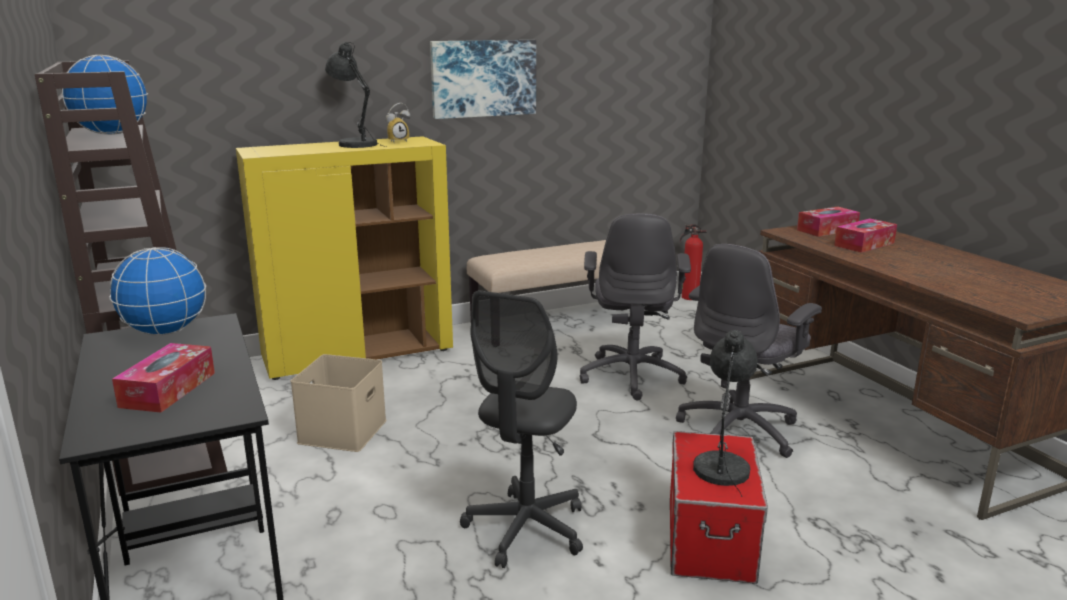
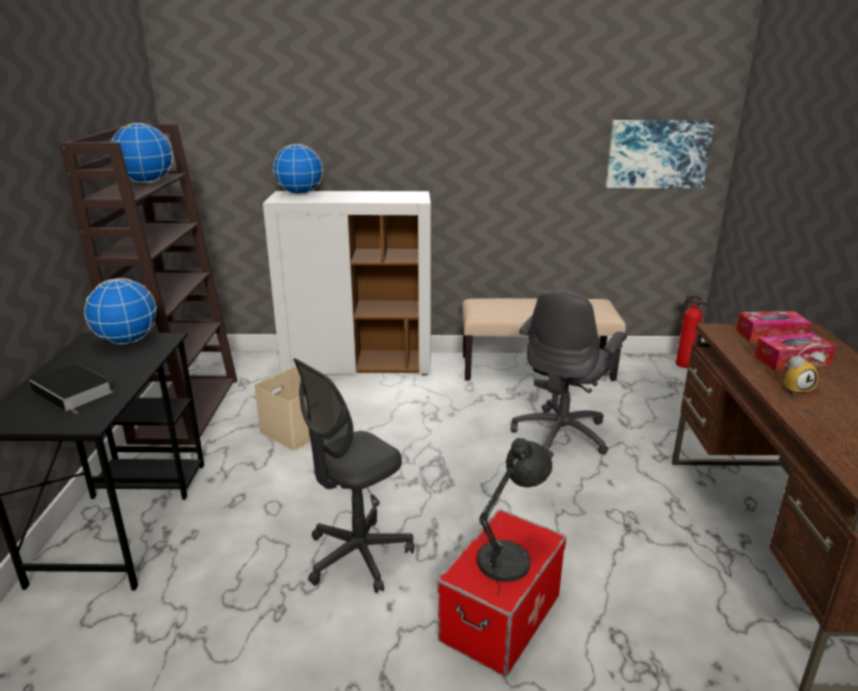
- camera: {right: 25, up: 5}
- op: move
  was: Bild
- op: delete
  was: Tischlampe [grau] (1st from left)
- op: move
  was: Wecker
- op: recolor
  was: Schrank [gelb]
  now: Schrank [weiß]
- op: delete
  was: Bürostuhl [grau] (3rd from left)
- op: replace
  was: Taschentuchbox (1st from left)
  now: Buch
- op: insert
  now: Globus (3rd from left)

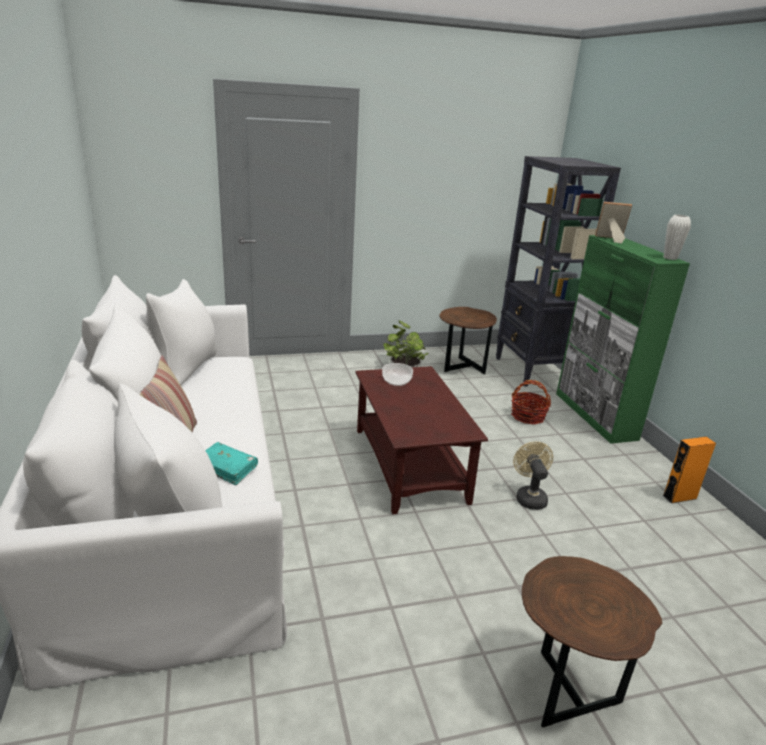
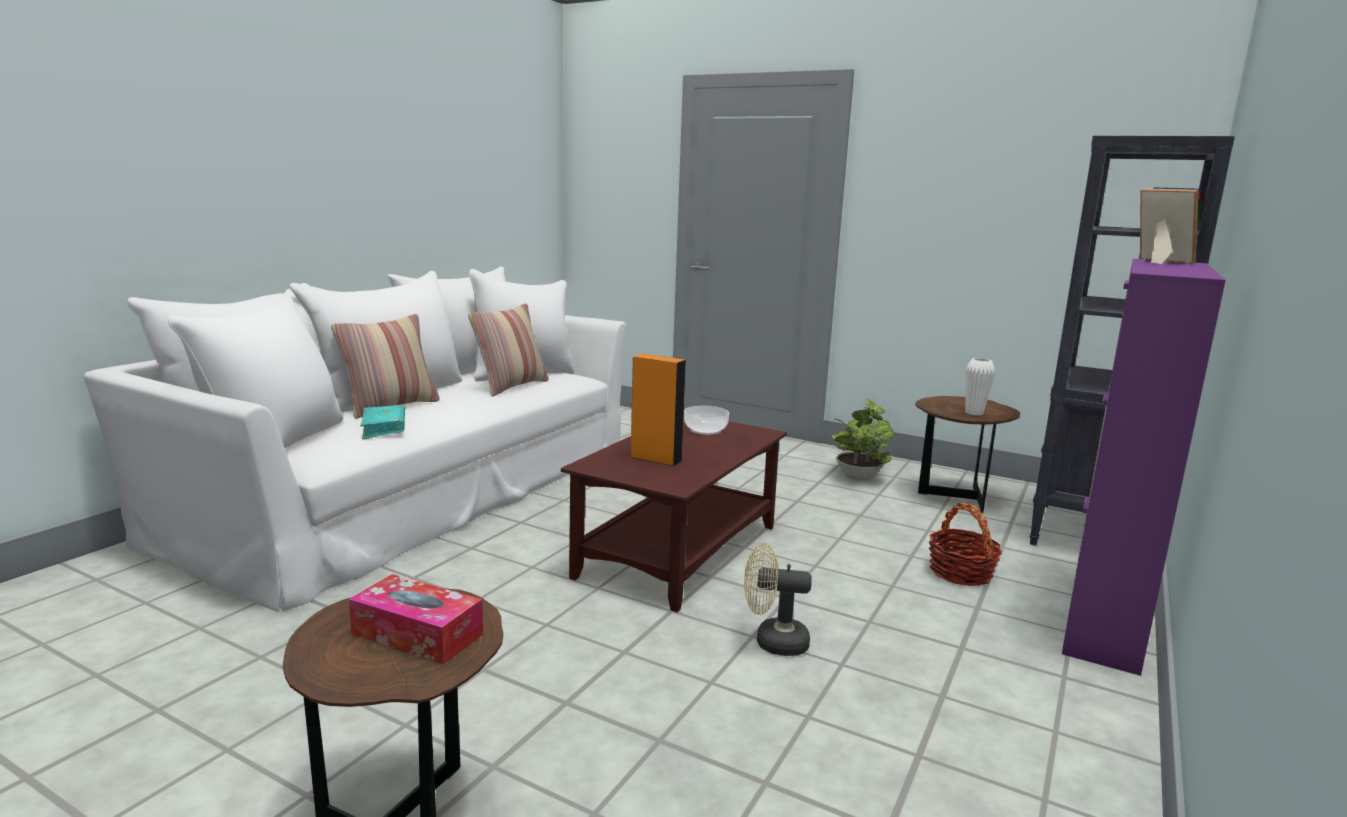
- camera: {right: 45, up: -10}
- op: move
  was: Vase [weiß]
- op: recolor
  was: Schrank [grün]
  now: Schrank [lila]
- op: move
  was: Lautsprecher [orange]
- op: rotate
  was: Ventilator [beige]
  clockwise: -120
- op: insert
  now: Kissen (2nd from left)
- op: insert
  now: Taschentuchbox

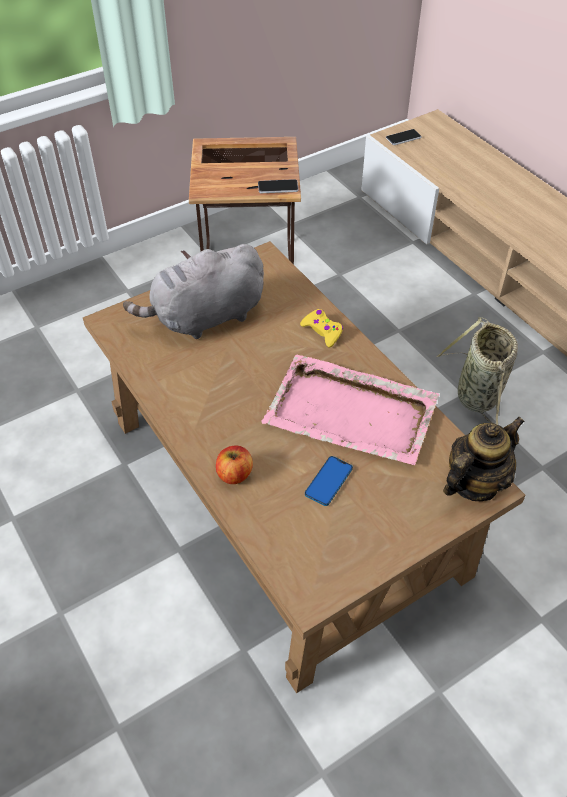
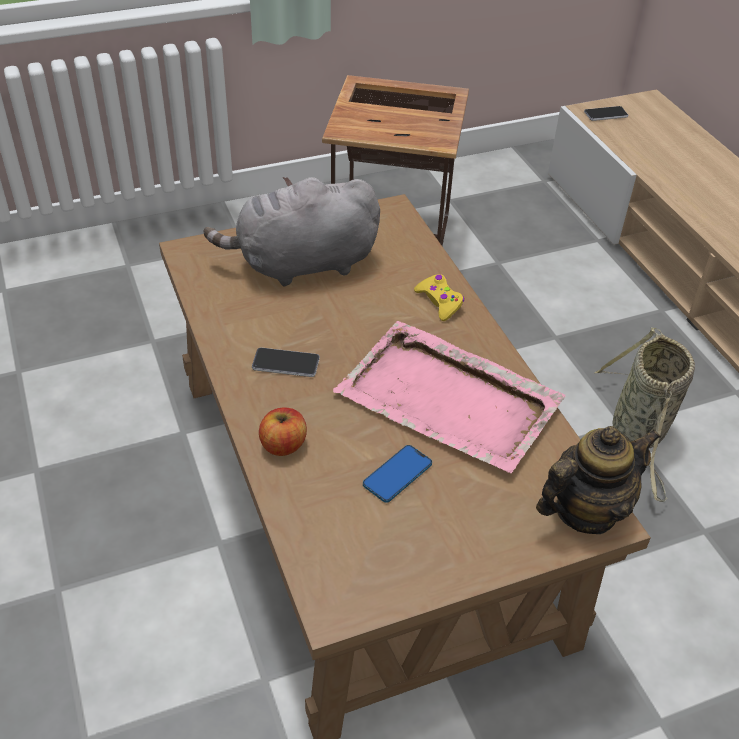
- camera: {right: 10, up: -5}
- op: move
  was: Handy (1st from left)

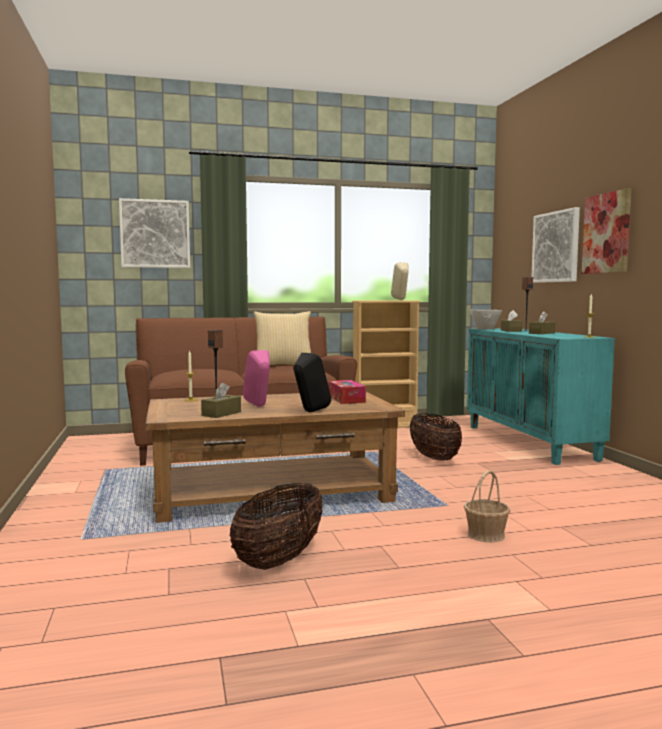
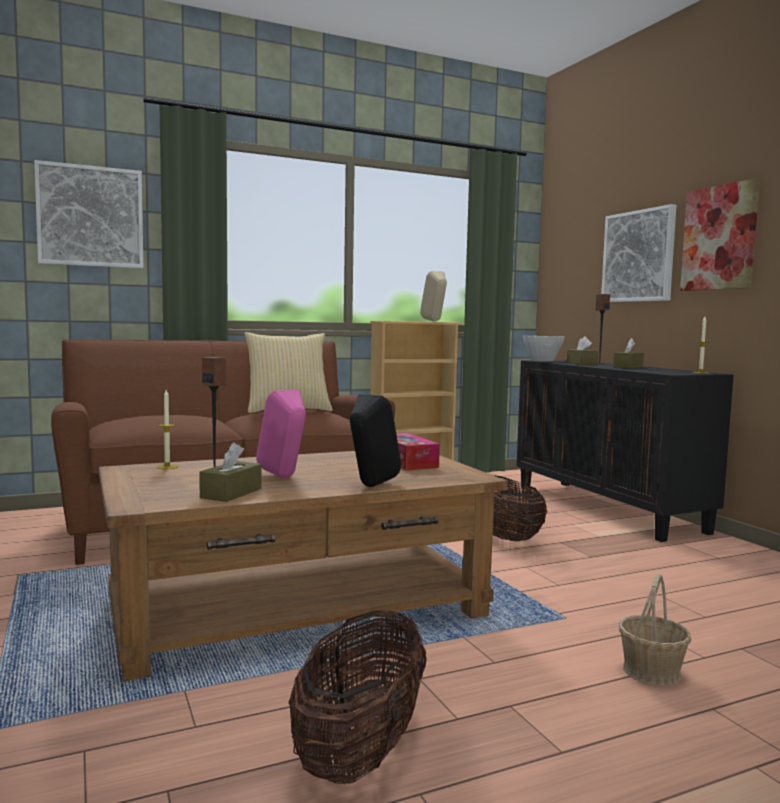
- camera: {right: -10, up: 0}
- op: recolor
  was: Schrank [türkis]
  now: Schrank [schwarz]

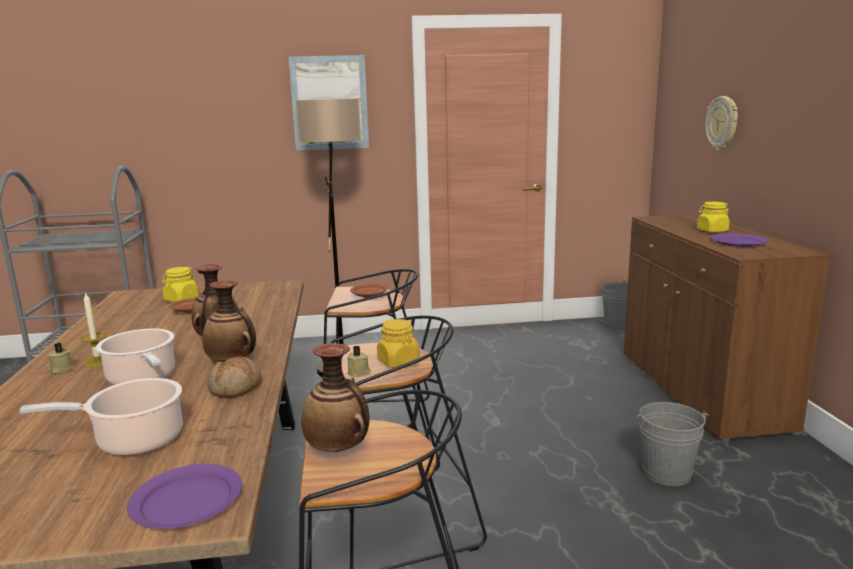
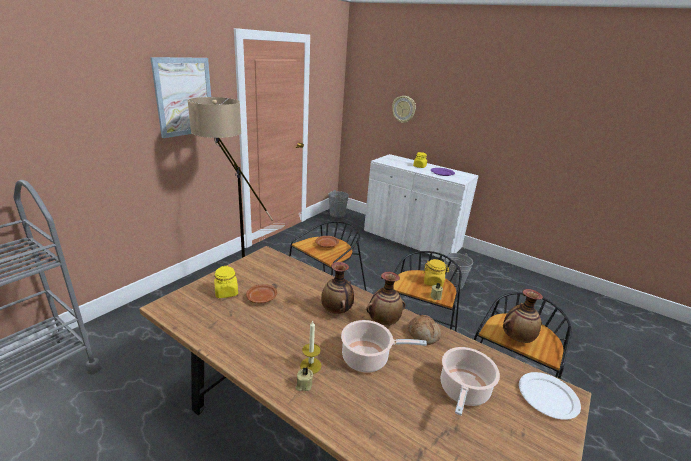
- camera: {right: -50, up: 10}
- op: recolor
  was: Schrank [braun]
  now: Schrank [weiß]
- op: recolor
  was: Teller [lila] (1st from left)
  now: Teller [weiß]

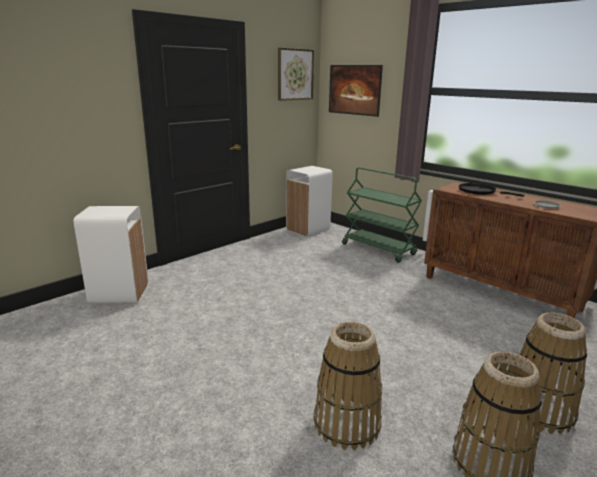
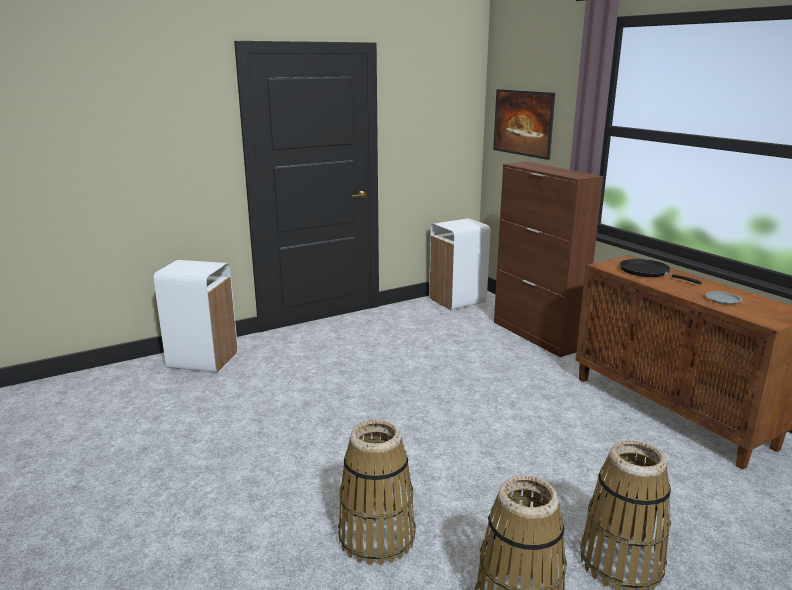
- camera: {right: 15, up: 0}
- op: delete
  was: Bild (1st from left)
- op: replace
  was: Rollwagen [grün]
  now: Schrank [braun] (1st from left)

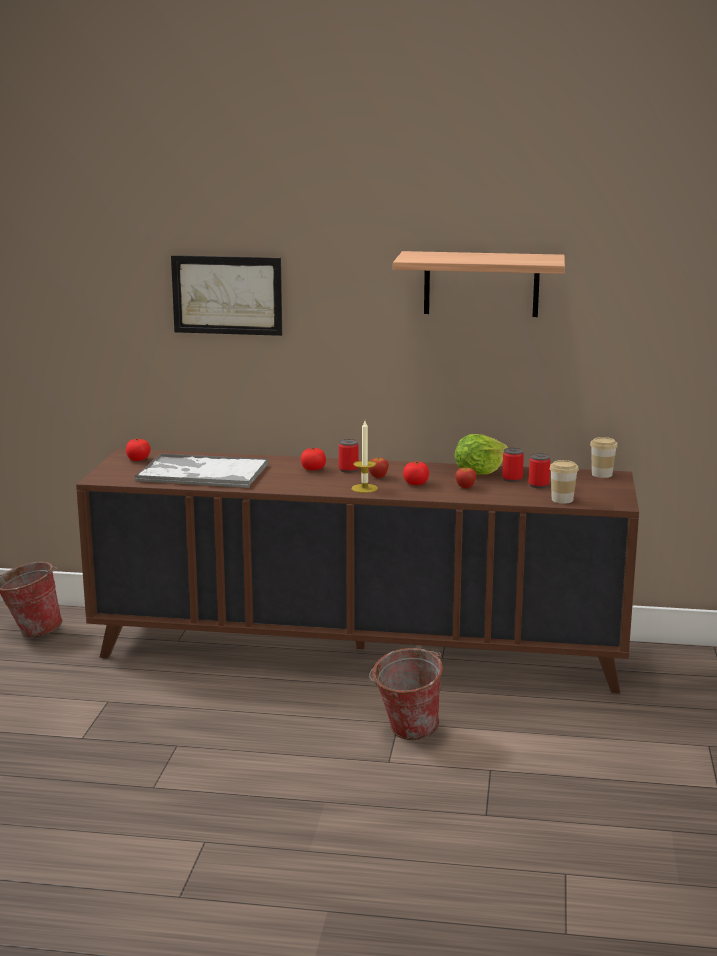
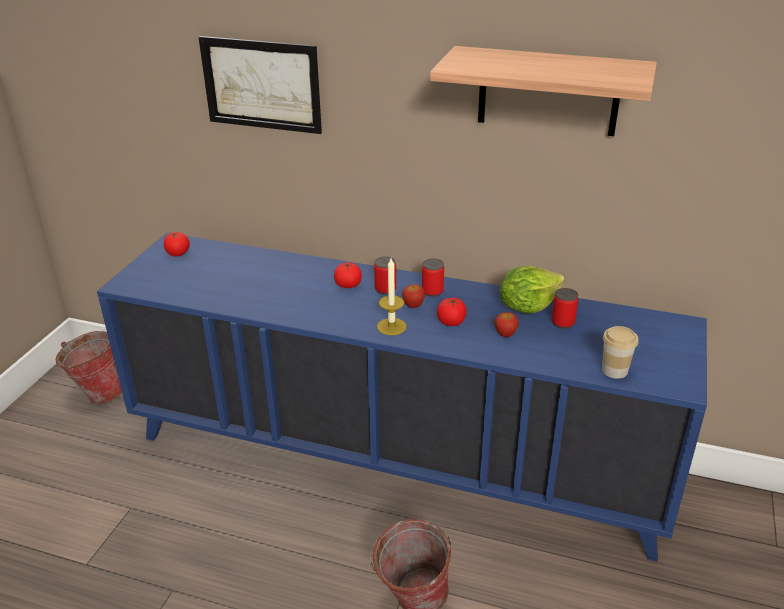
- camera: {right: 10, up: 15}
- op: delete
  was: Tasse (2nd from left)
- op: recolor
  was: Schrank [braun]
  now: Schrank [blau]
- op: delete
  was: Tablett
- op: move
  was: Dose (3rd from left in the first image)
  now: Dose (2nd from left)

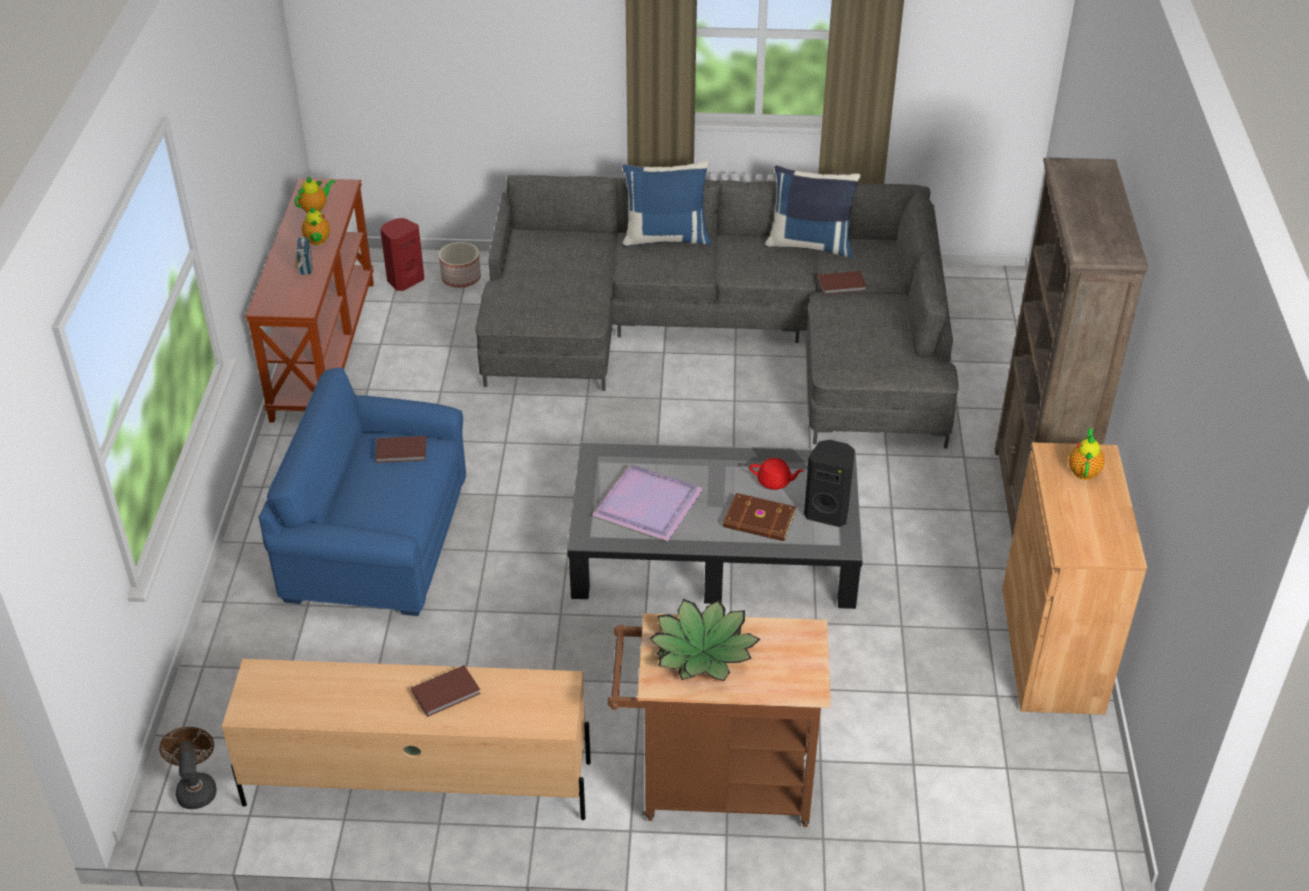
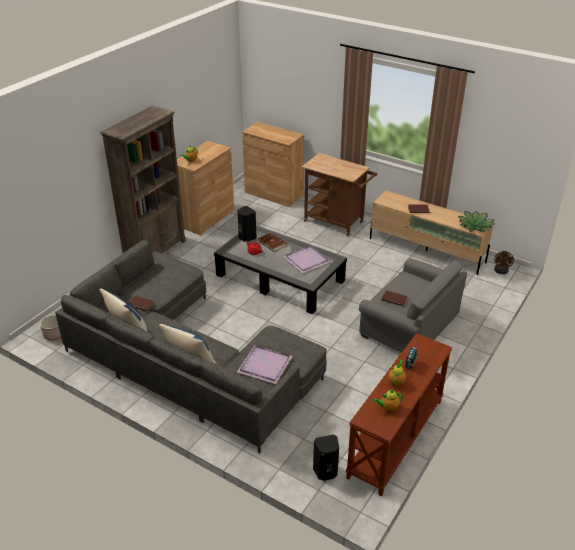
- camera: {right: -150, up: -5}
- op: recolor
  was: Lautsprecher [rot]
  now: Lautsprecher [schwarz] (2nd from left)
- op: move
  was: Pflanzkübel
- op: recolor
  was: Sessel [blau]
  now: Sessel [grau]
- op: move
  was: Topfpflanze
- op: insert
  now: Schrank [braun] (2nd from left)
- op: insert
  now: Tablett [lila] (1st from left)

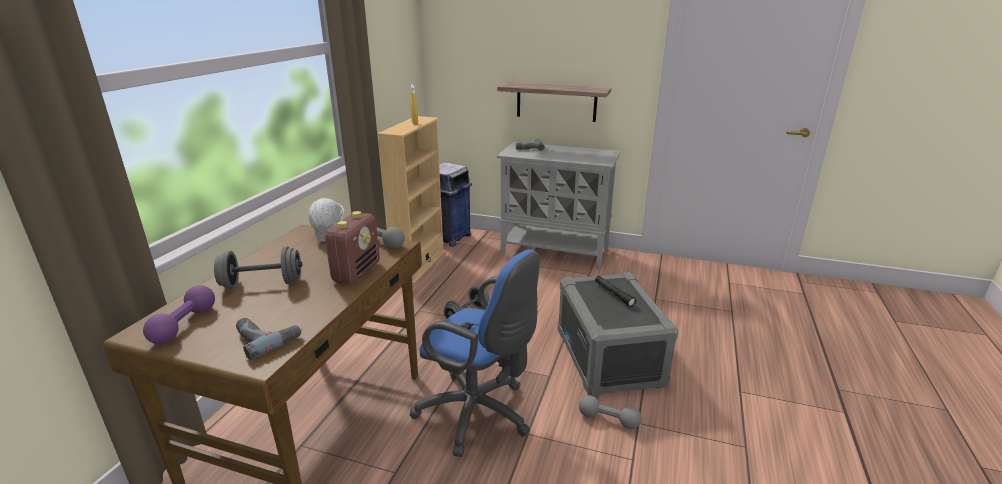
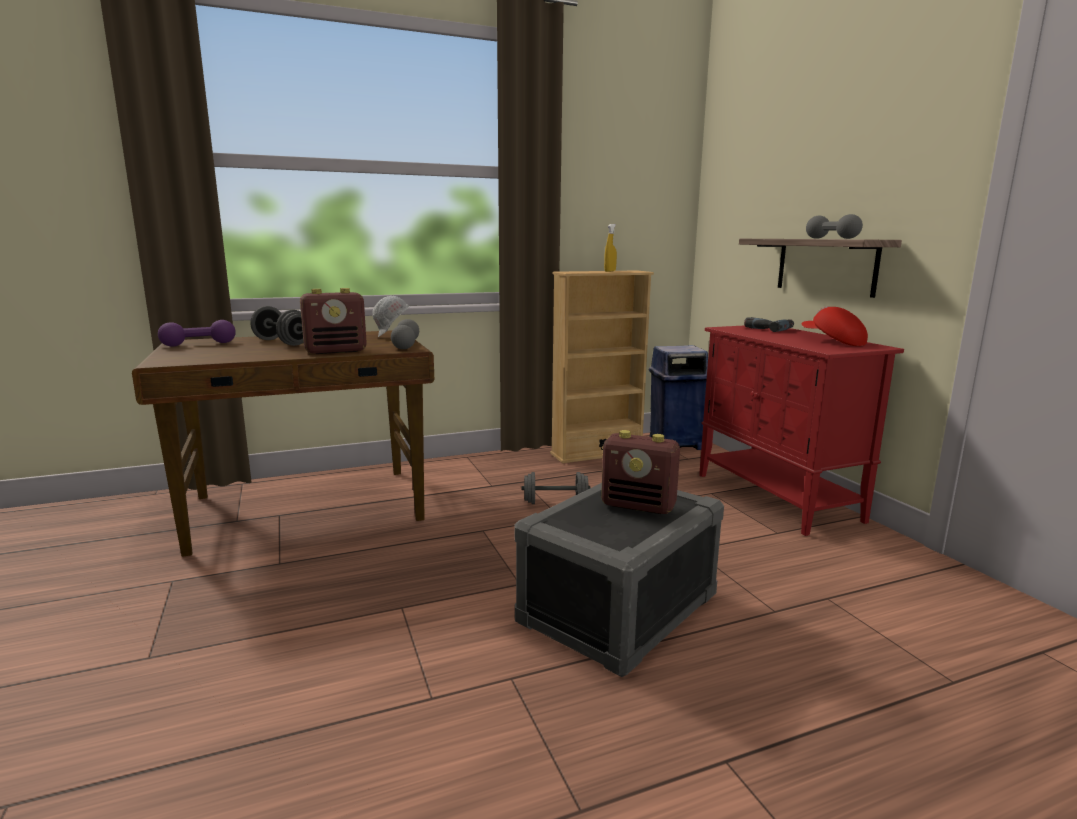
- camera: {right: 50, up: -10}
- op: recolor
  was: Schrank [grau]
  now: Schrank [rot]
- op: delete
  was: Bürostuhl [blau]
- op: replace
  was: Taschenlampe [schwarz]
  now: Radio (2nd from left)
- op: delete
  was: Bohrmaschine (1st from left)
- op: move
  was: Hantel [grau] (4th from left)
- op: insert
  now: Kappe [rot]

